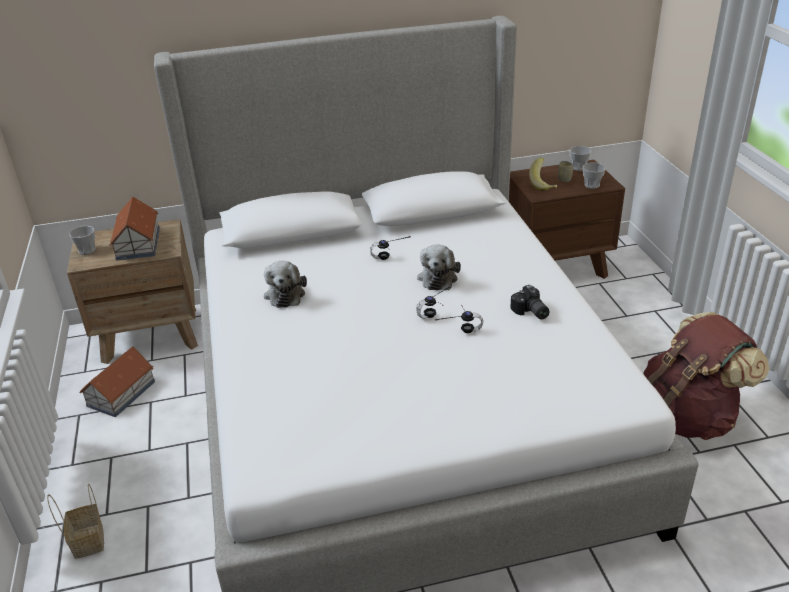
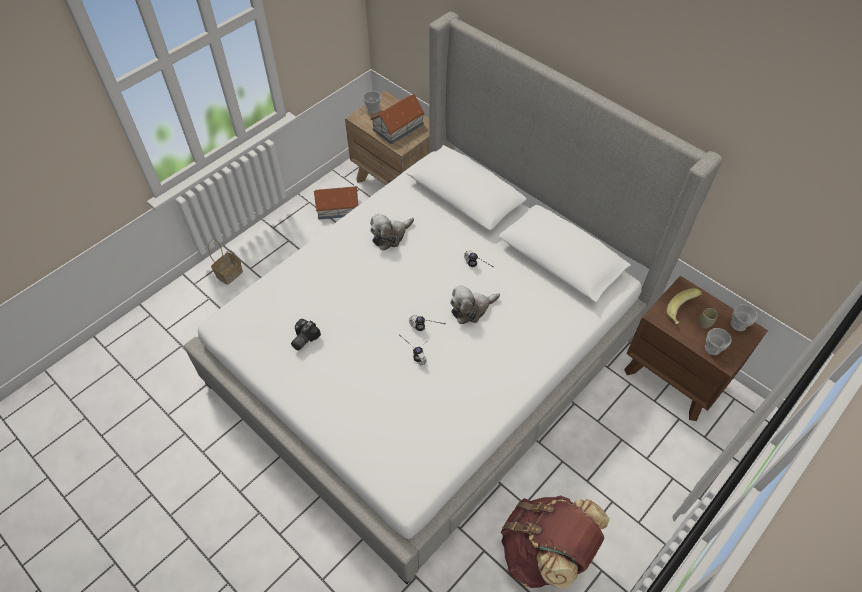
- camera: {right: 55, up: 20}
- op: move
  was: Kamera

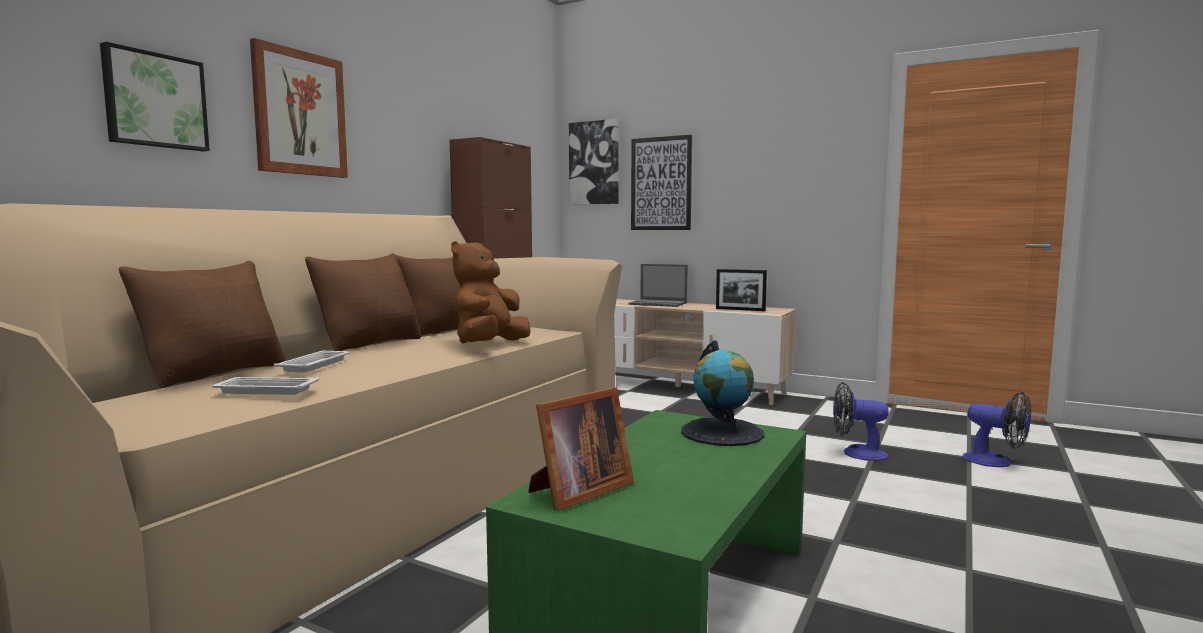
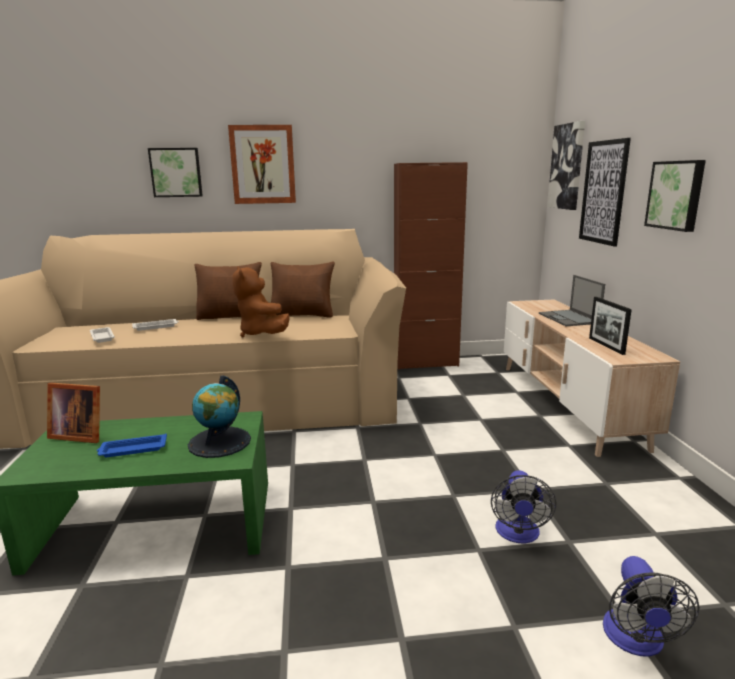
- camera: {right: 55, up: 10}
- op: rotate
  was: Plüschtier [braun]
  clockwise: -105
- op: delete
  was: Kissen [braun] (1st from left)
- op: rotate
  was: Ventilator (1st from left)
  clockwise: -150
- op: insert
  now: Bild (5th from left)
- op: insert
  now: Tablett [blau]

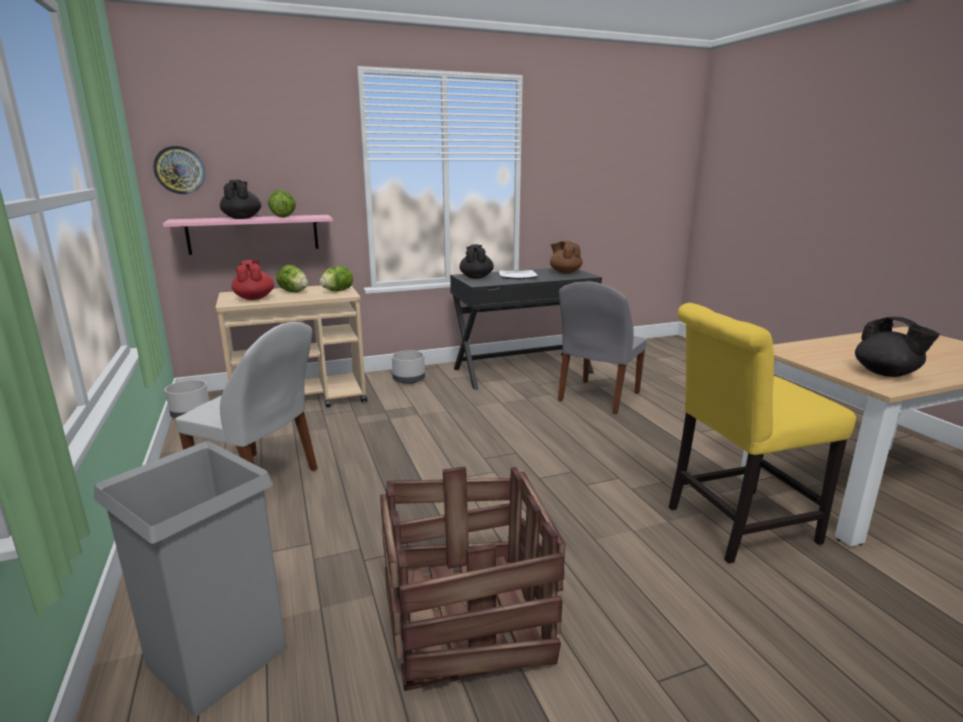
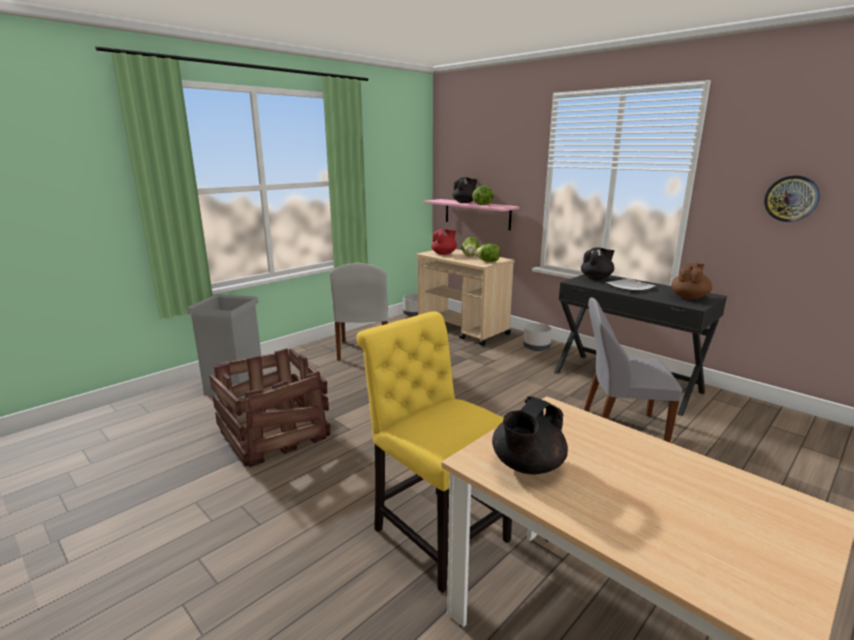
- camera: {right: 65, up: 0}
- op: move
  was: Wanduhr

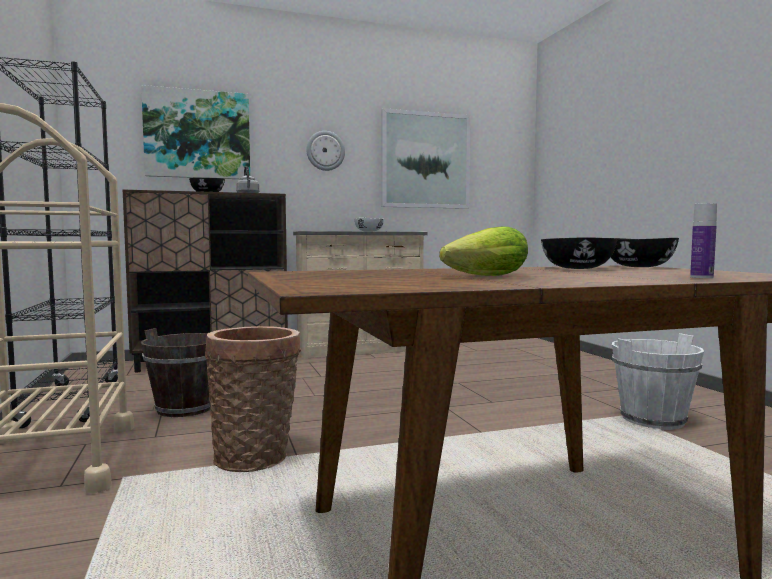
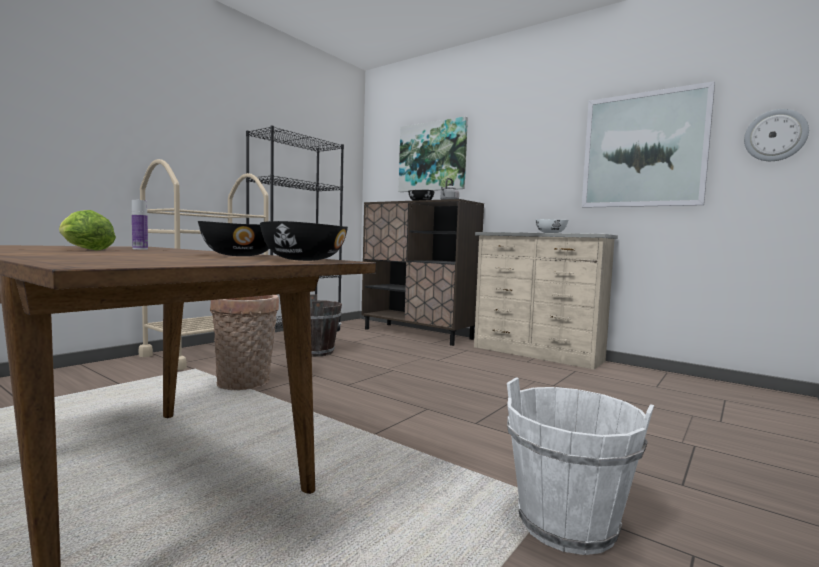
- camera: {right: 55, up: 0}
- op: move
  was: Wanduhr
- op: move
  was: Flasche

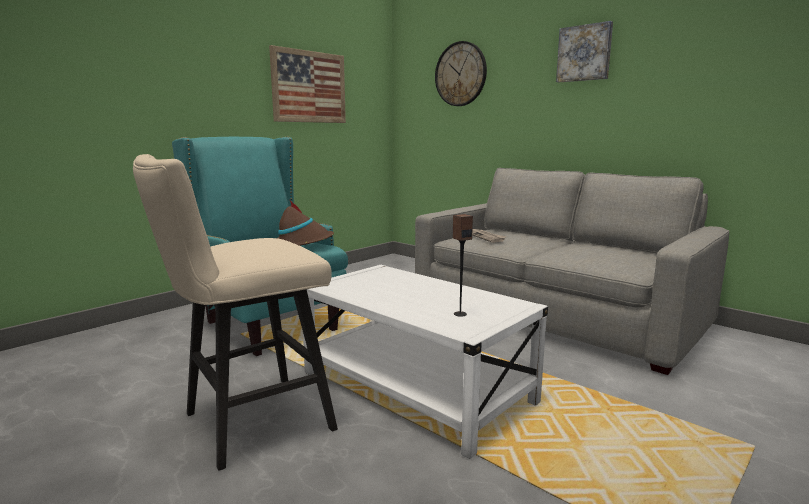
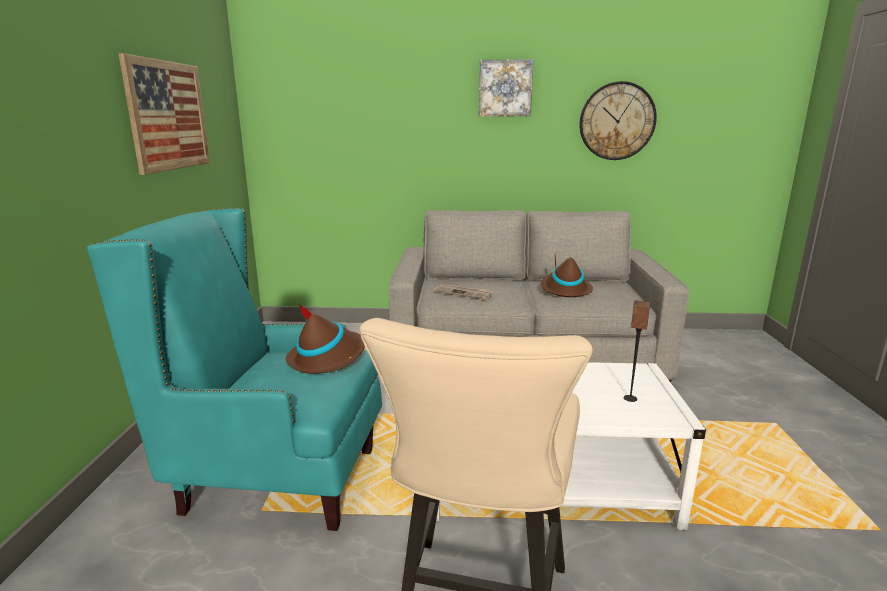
- camera: {right: -40, up: 5}
- op: move
  was: Wanduhr
- op: insert
  now: Hut [braun] (2nd from left)

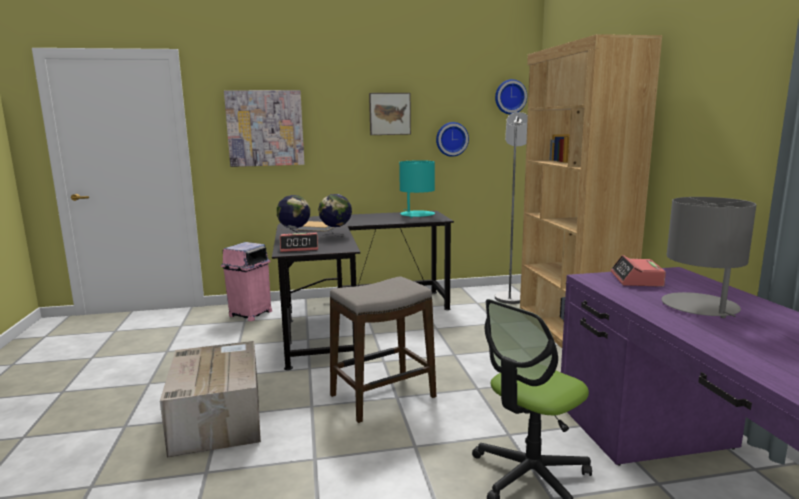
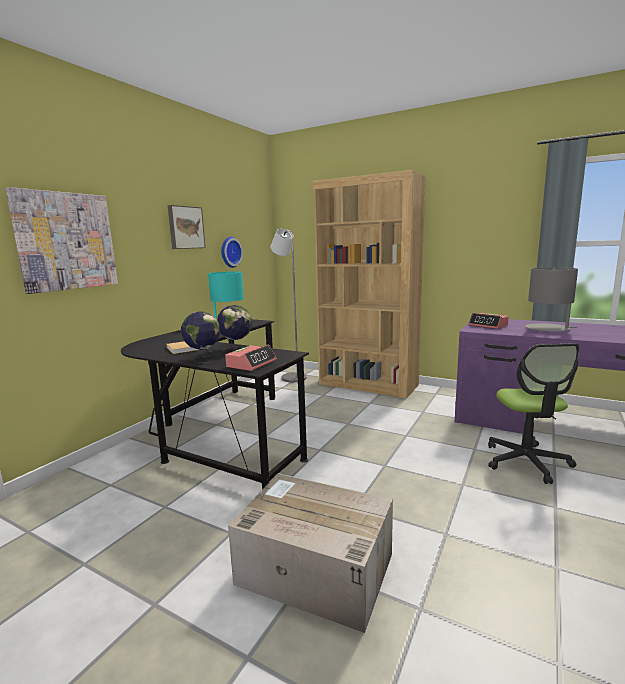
- camera: {right: -50, up: 0}
- op: delete
  was: Wanduhr (2nd from left)
- op: delete
  was: Mülleimer [rosa]
- op: delete
  was: Hocker

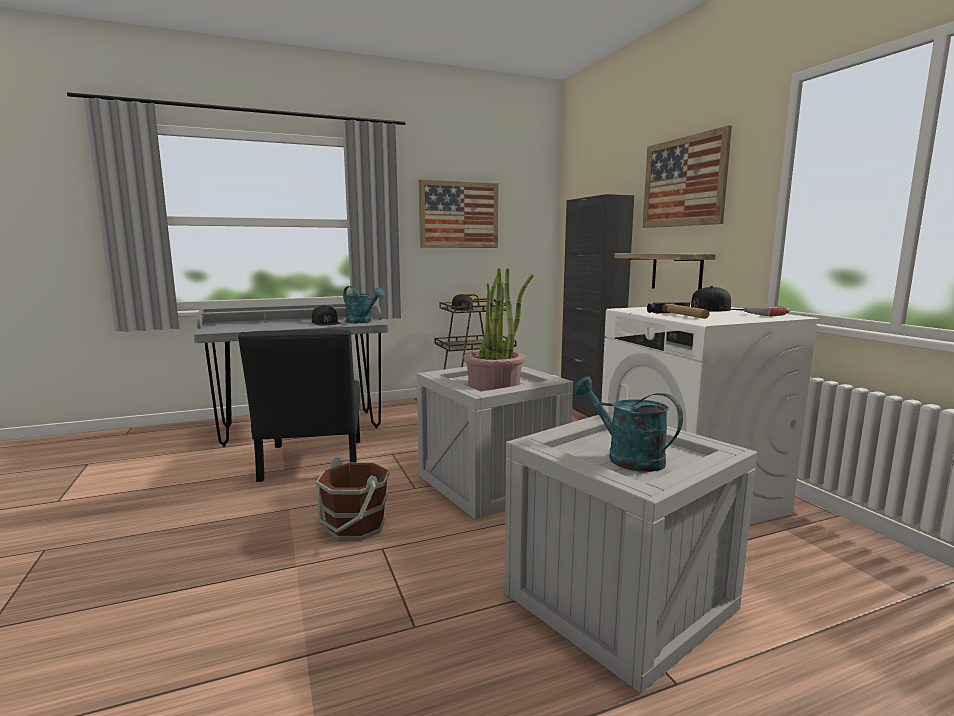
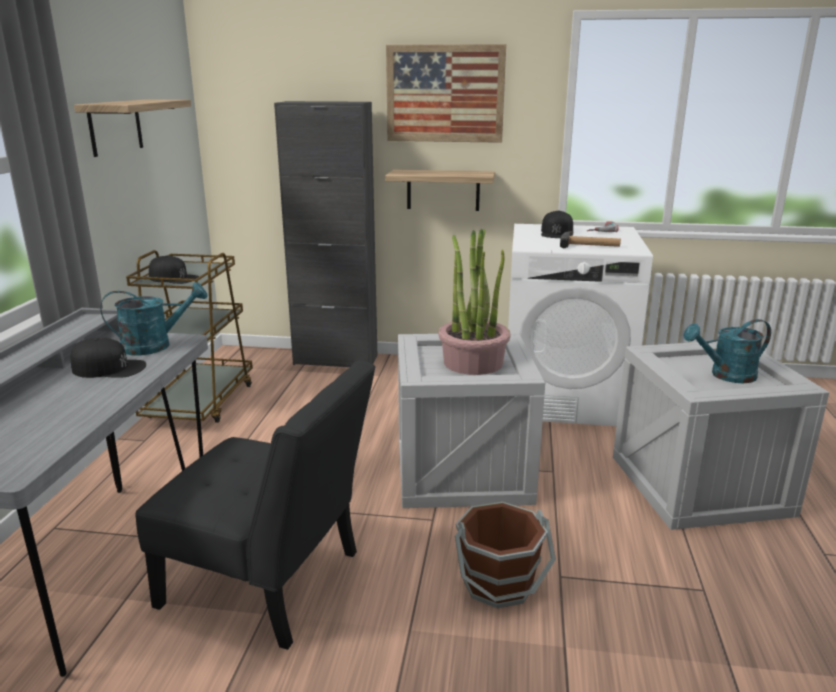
- camera: {right: -60, up: 10}
- op: replace
  was: Bild (1st from left)
  now: Wandregal (1st from left)

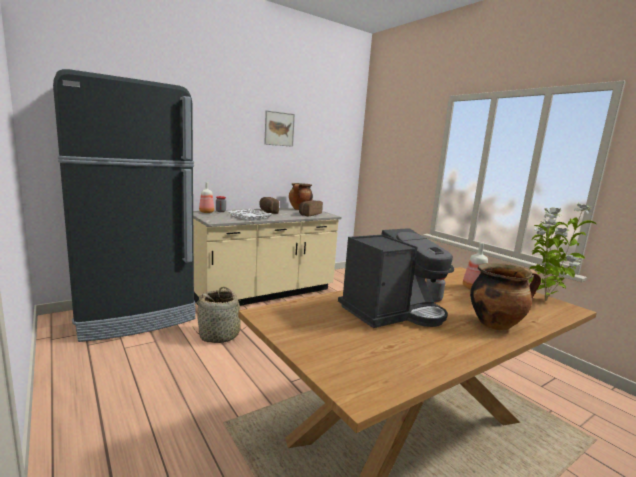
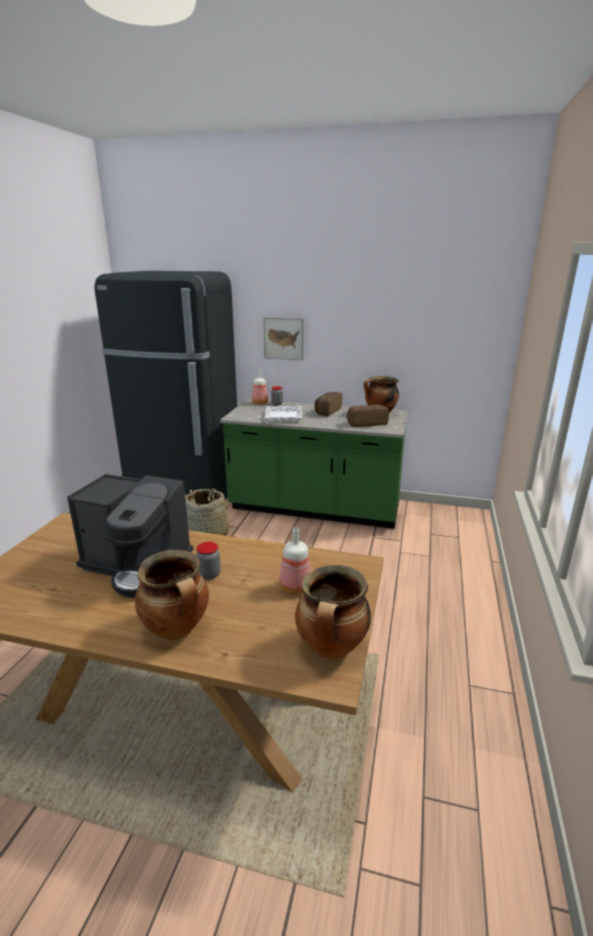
- camera: {right: 50, up: 10}
- op: move
  was: Bild
- op: replace
  was: Topfpflanze
  now: Kochtopf (2nd from left)
- op: recolor
  was: Küchenzeile [beige]
  now: Küchenzeile [grün]

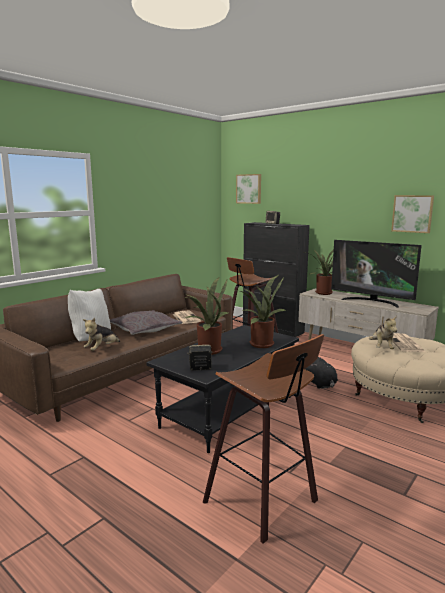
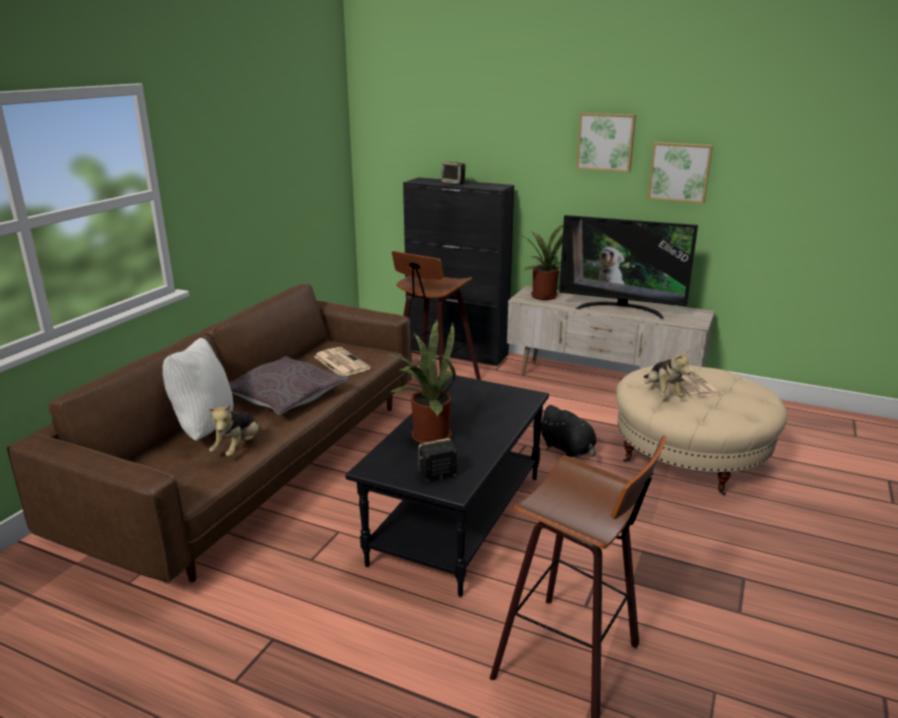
- camera: {right: -15, up: 10}
- op: move
  was: Bild (1st from left)
- op: delete
  was: Topfpflanze (2nd from left)

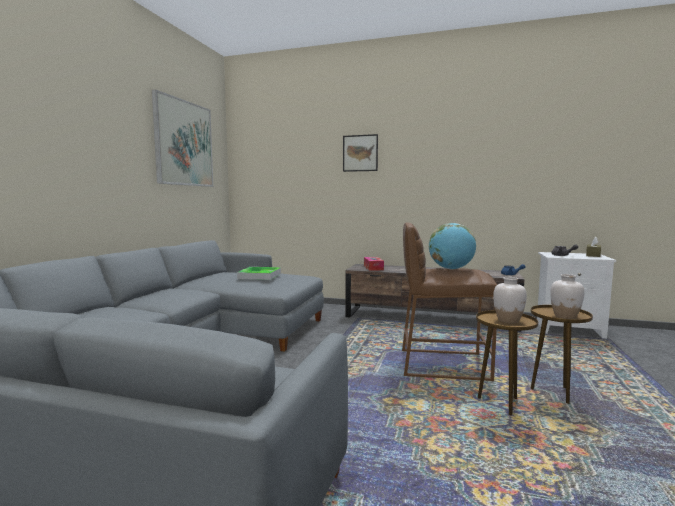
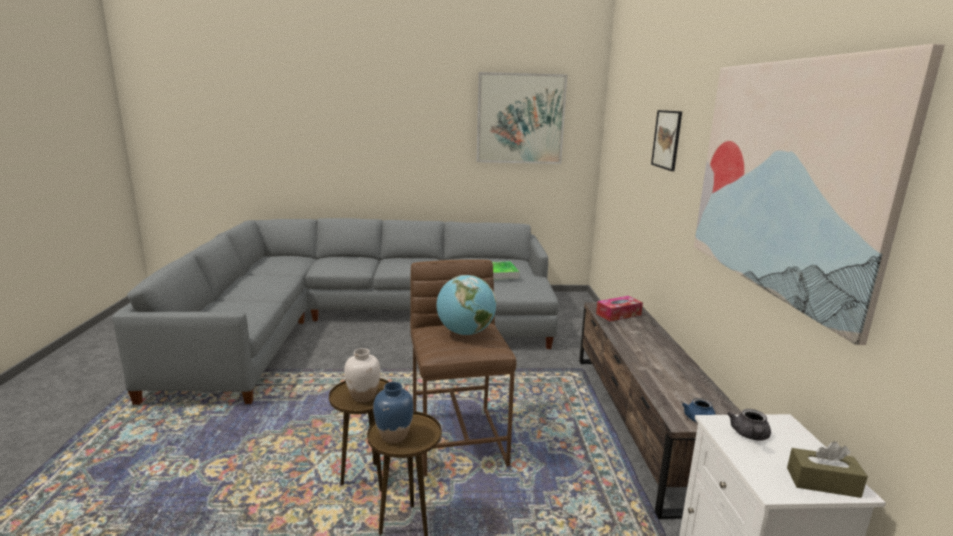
- camera: {right: 70, up: 10}
- op: recolor
  was: Vase [weiß] (2nd from left)
  now: Vase [blau]
- op: insert
  now: Bild (3rd from left)

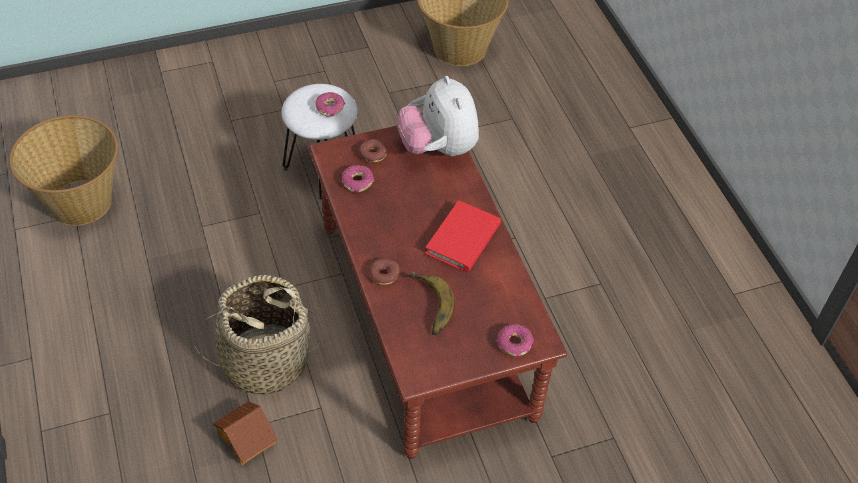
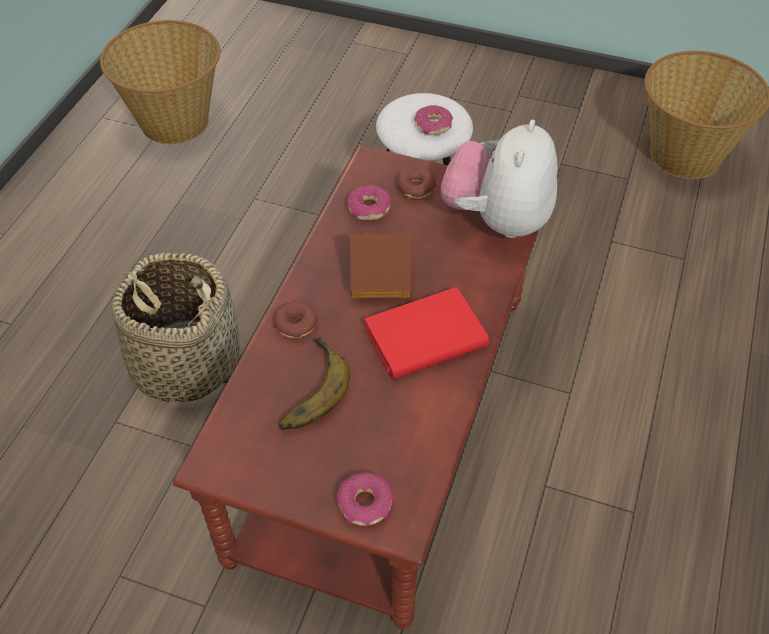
- camera: {right: 40, up: 0}
- op: move
  was: Spielzeughaus

